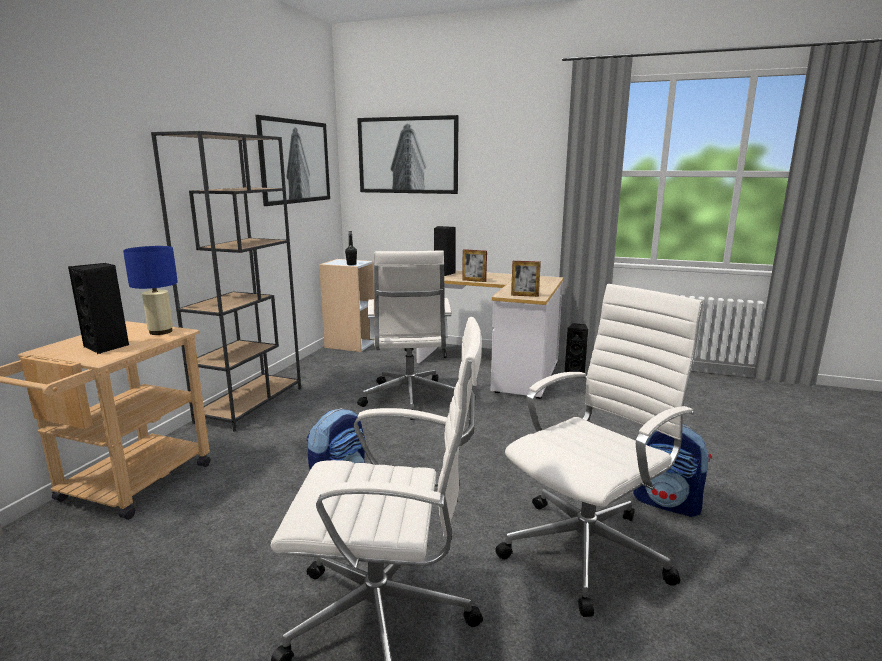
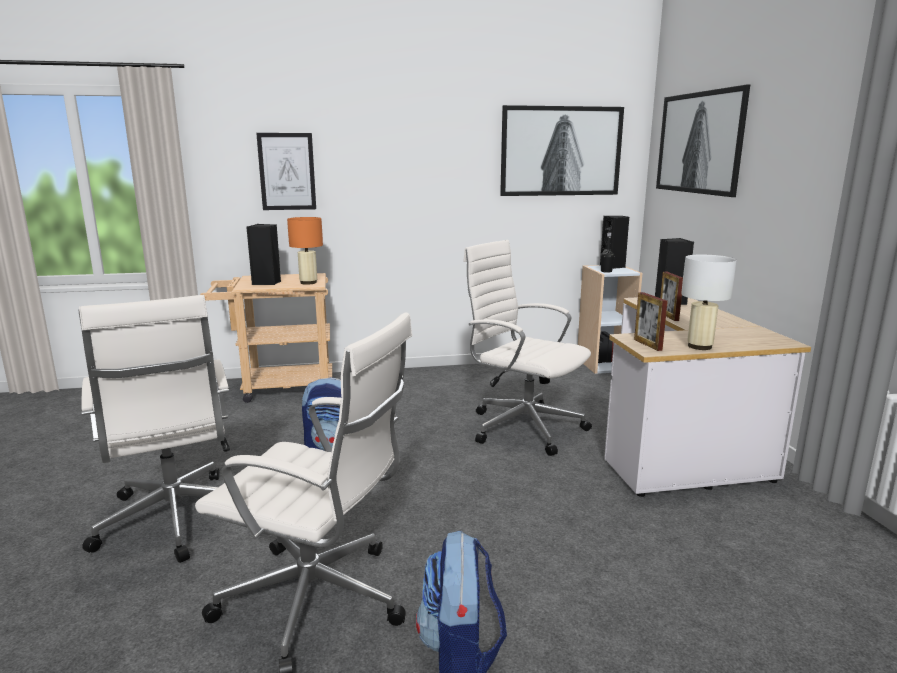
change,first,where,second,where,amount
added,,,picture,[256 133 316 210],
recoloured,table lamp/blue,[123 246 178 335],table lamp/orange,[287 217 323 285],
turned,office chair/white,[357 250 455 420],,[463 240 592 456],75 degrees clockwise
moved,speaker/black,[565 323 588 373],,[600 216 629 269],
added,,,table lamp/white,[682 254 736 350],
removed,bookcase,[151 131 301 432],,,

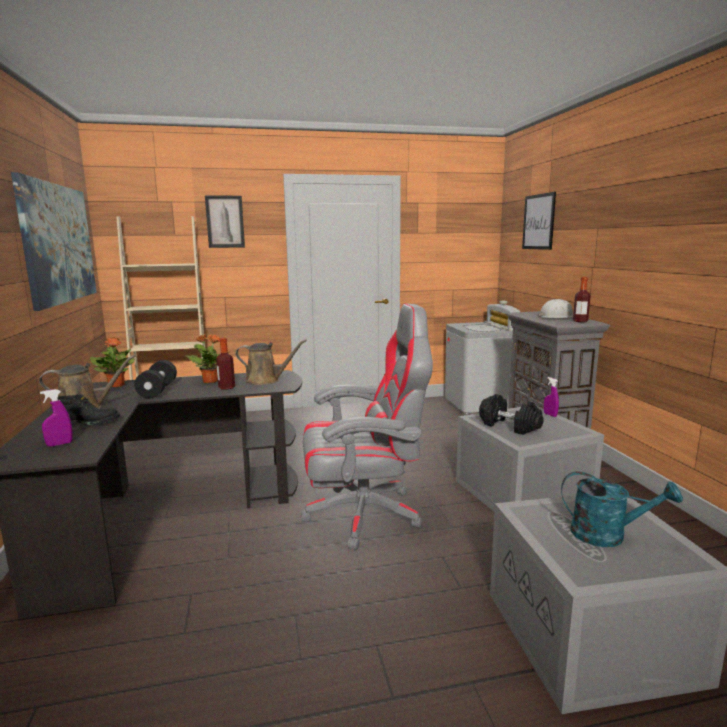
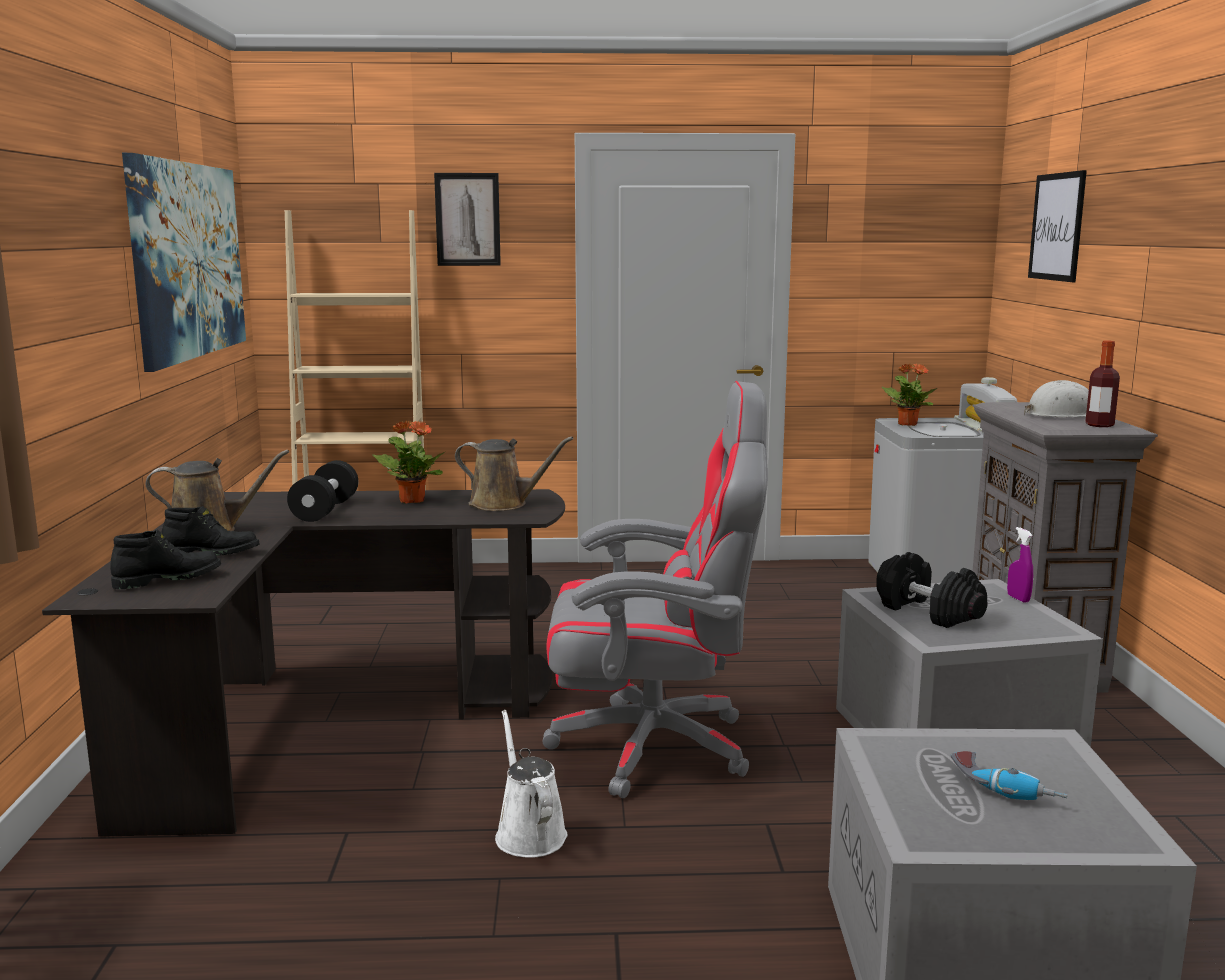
change,first,where,second,where,amount
replaced,spray bottle/purple,[40 389 73 447],boot/black,[110 530 221 589],
added,,,watering can/white,[495 710 567 858],
moved,potted plant,[90 337 135 387],,[882 364 937 426],
replaced,watering can/turquoise,[561 471 683 547],power drill,[951 751 1067 800],
removed,bottle,[216 338 235 390],,,

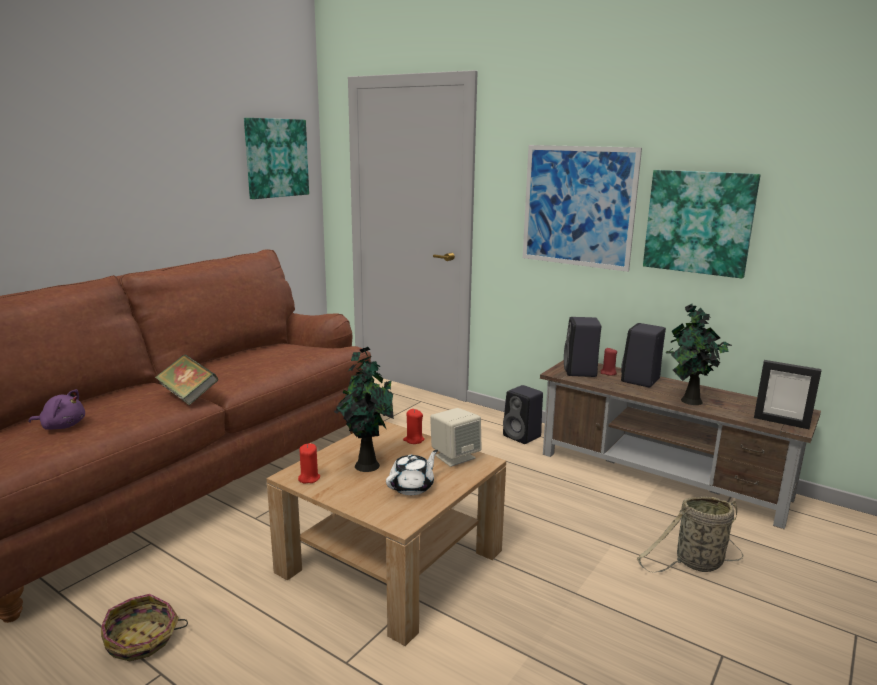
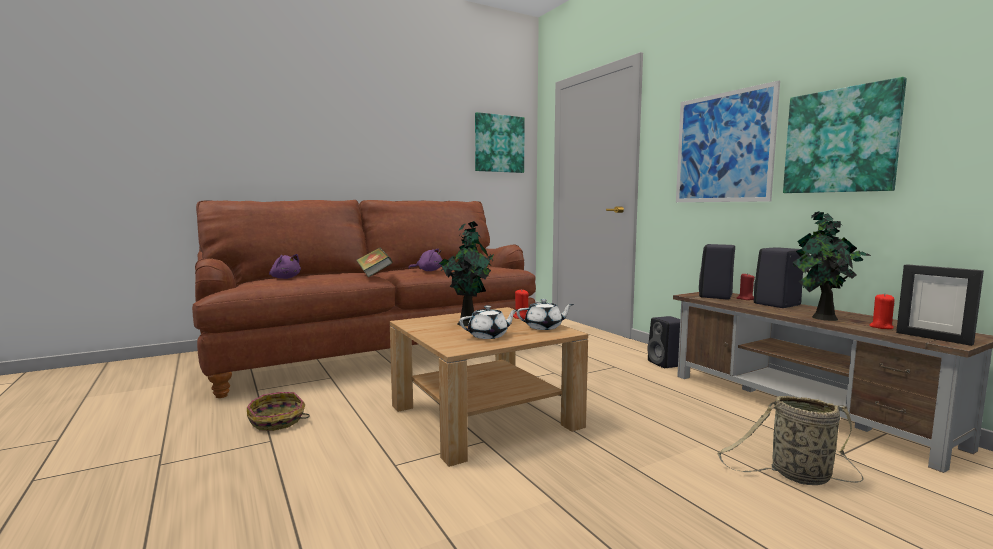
change,first,where,second,where,amount
added,,,plush toy/purple,[408 249 442 271],
replaced,speaker/beige,[430 408 482 467],teapot/white,[517 299 574 330],
moved,candle/red,[298 443 320 483],,[869 293 895 329],

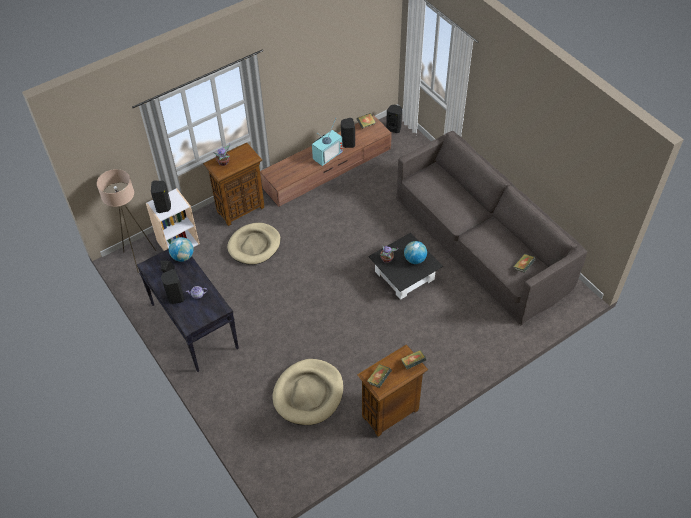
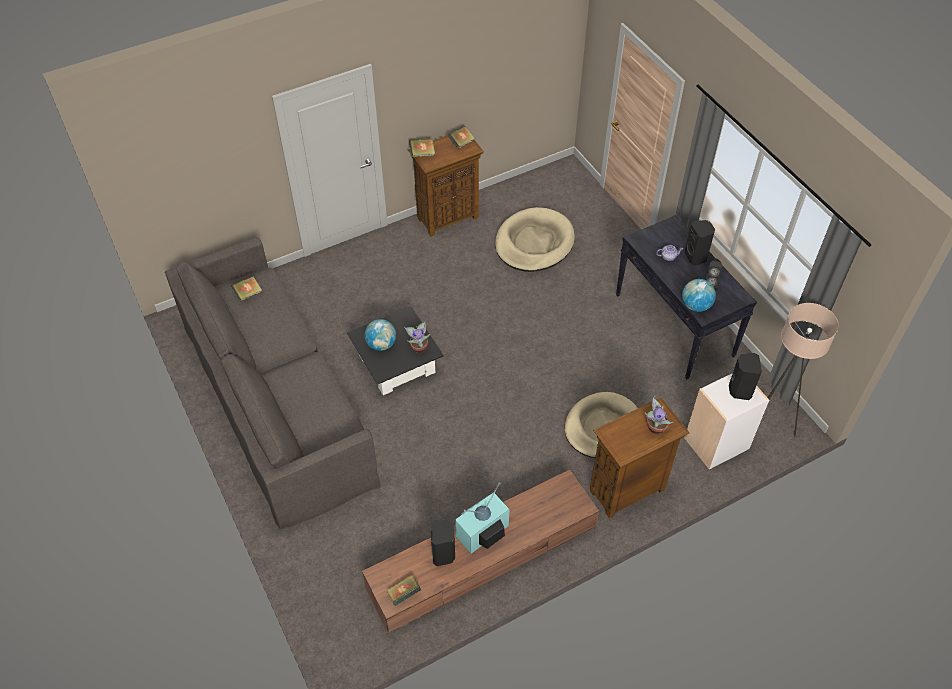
change,first,where,second,where,amount
removed,speaker/black,[386 105 402 133],,,

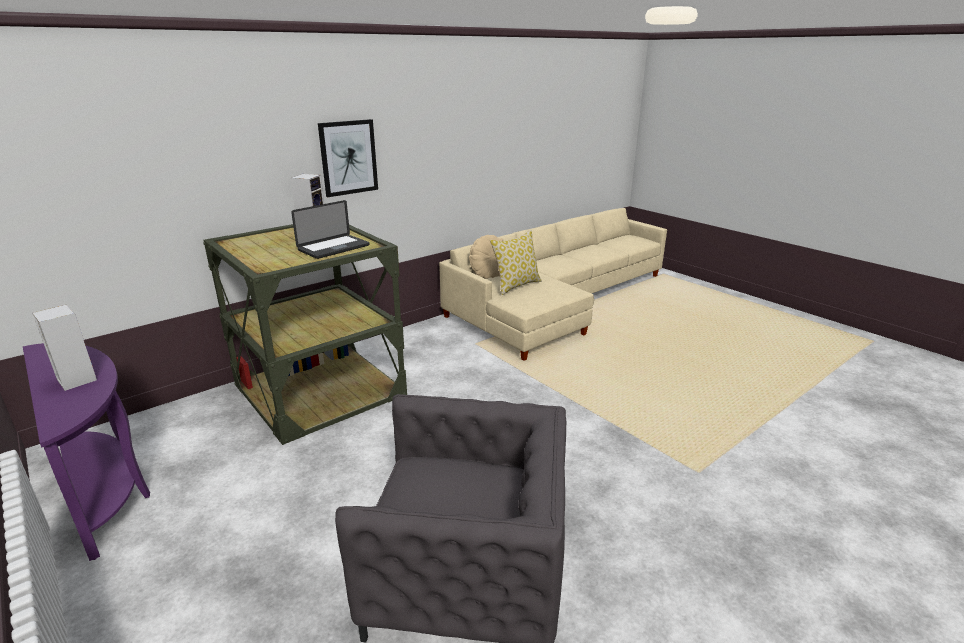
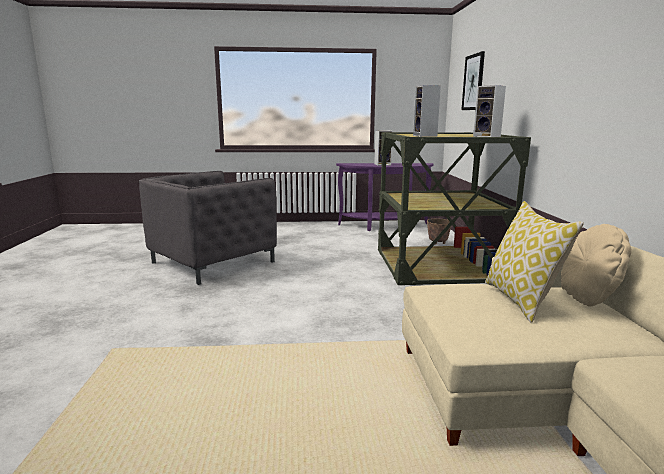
change,first,where,second,where,amount
replaced,laptop,[291 200 370 259],speaker,[413 85 441 137],
added,,,planter,[427 219 451 245],
moved,picture,[318 119 378 197],,[461 51 485 110],

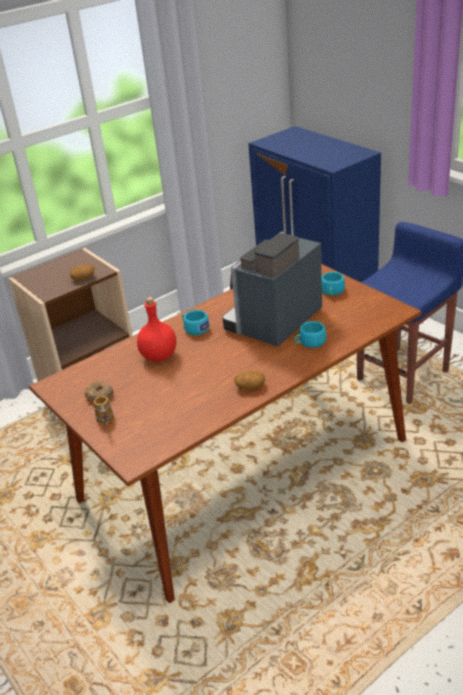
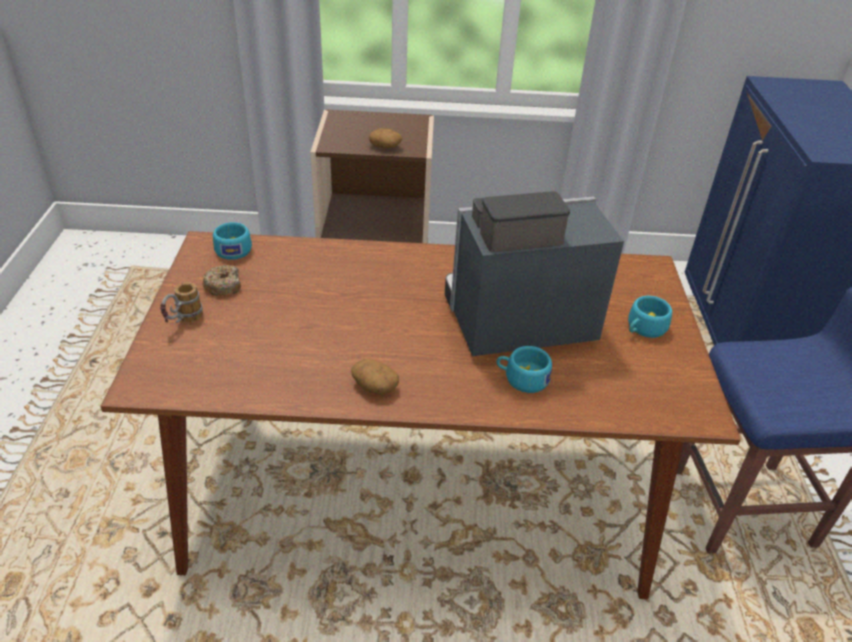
change,first,where,second,where,amount
moved,cup/turquoise,[182 310 210 335],,[213 222 252 260],
removed,bottle/red,[137 297 176 362],,,

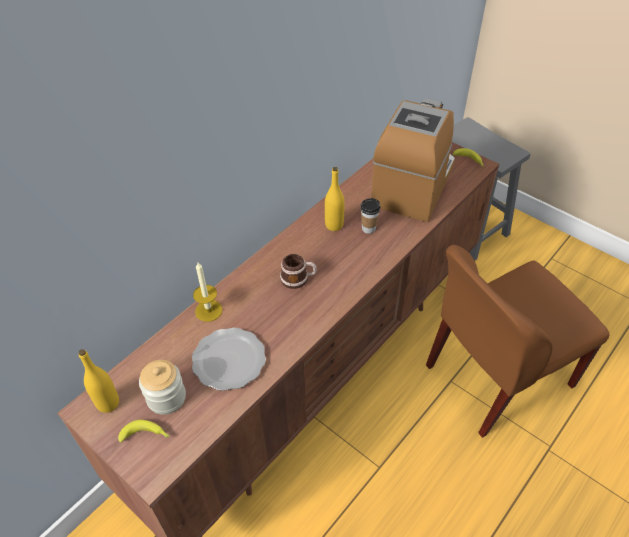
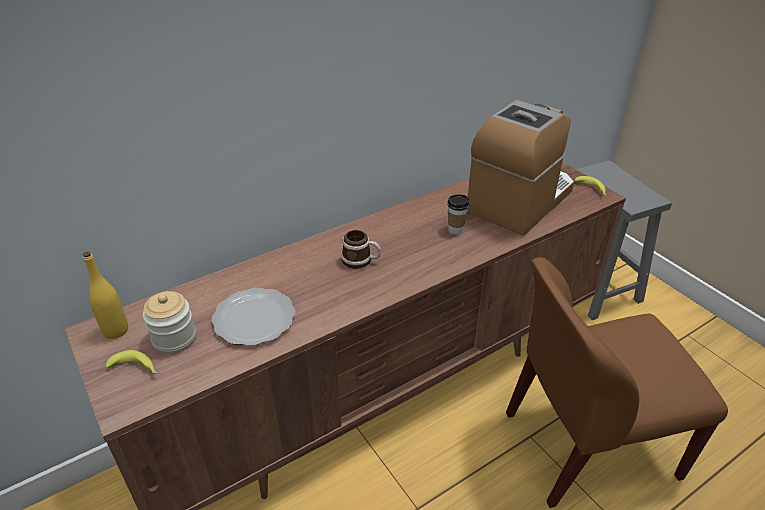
change,first,where,second,where,amount
removed,candle,[193 262 223 322],,,
removed,bottle/yellow,[325 167 345 231],,,

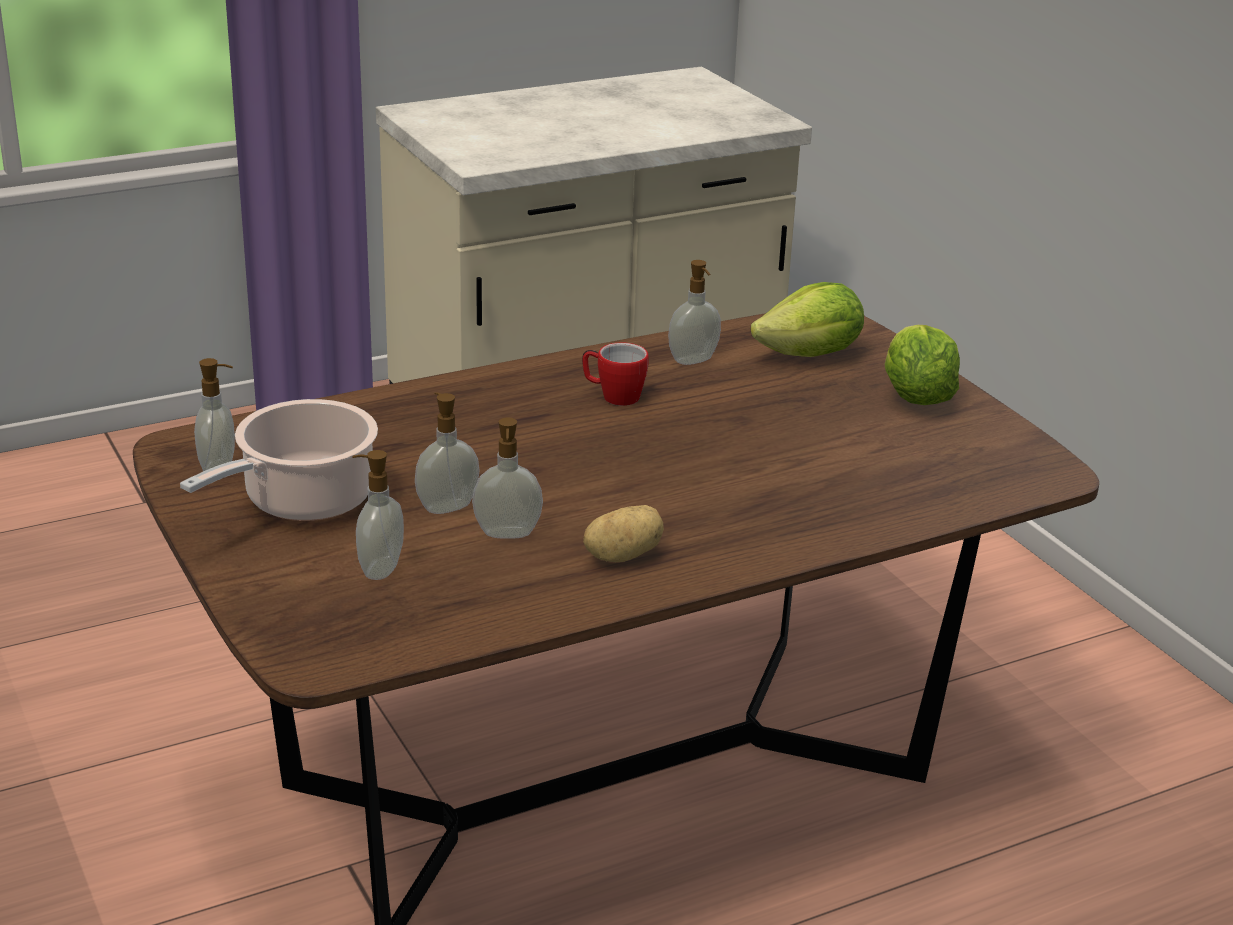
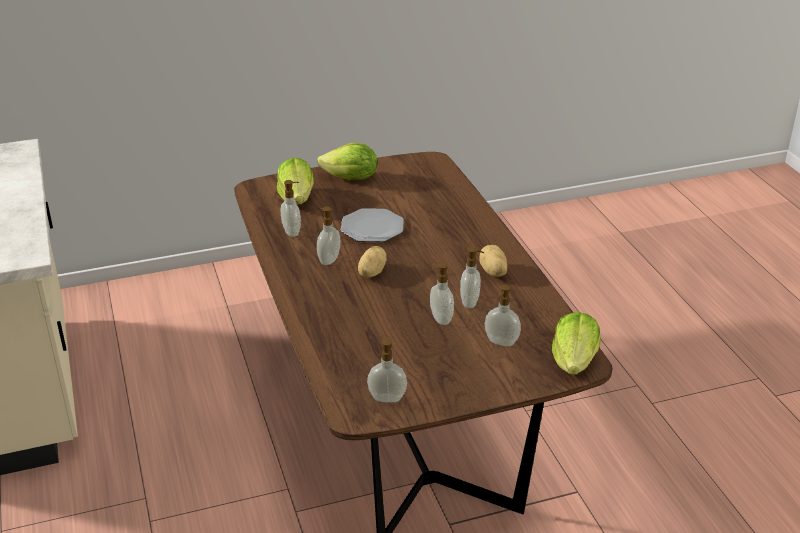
change,first,where,second,where,amount
replaced,mug,[582 342 649 406],soap dispenser,[317 207 340 265],
added,,,plate,[341 208 404 242],
added,,,potato,[358 246 387 278],
added,,,lettuce,[552 312 601 375],
removed,cooking pot,[180 399 378 521],,,

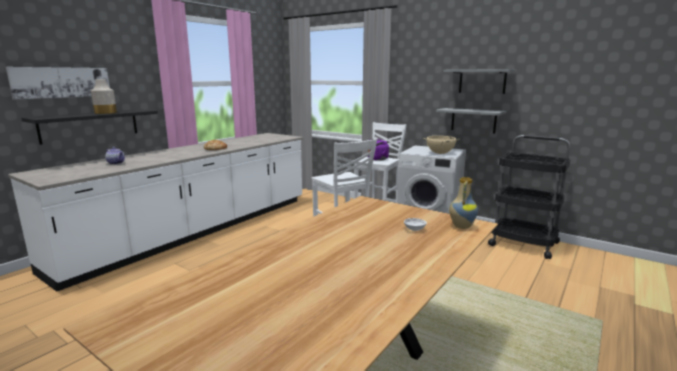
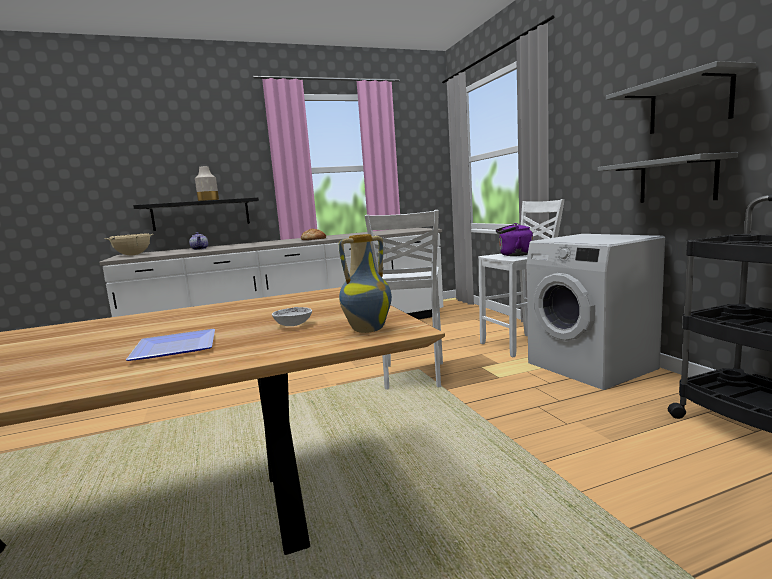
change,first,where,second,where,amount
moved,cooking pot/beige,[423 136 460 154],,[105 233 154 256],
added,,,plate,[126 329 215 361],
removed,picture,[6 67 110 99],,,

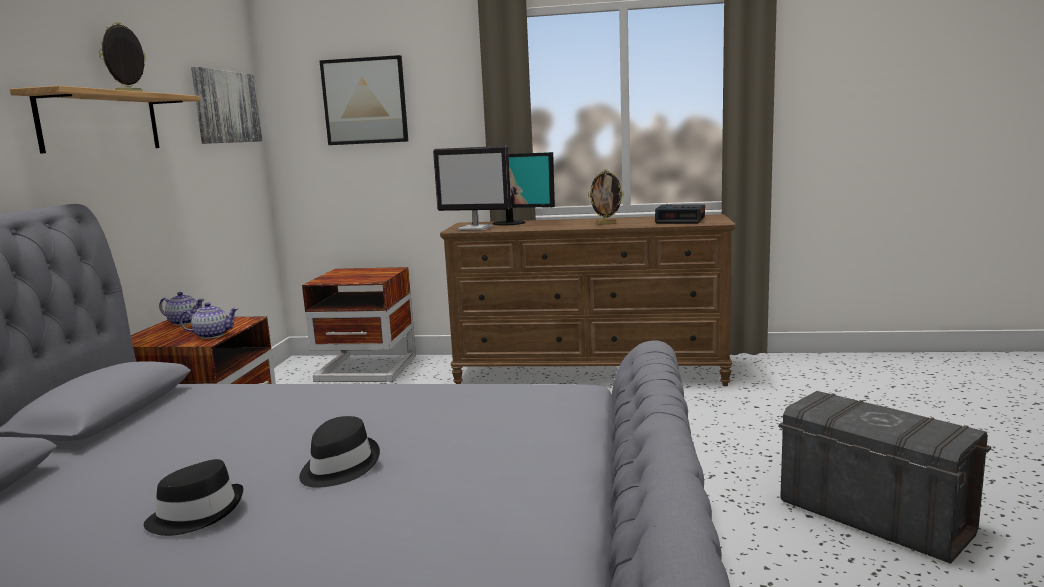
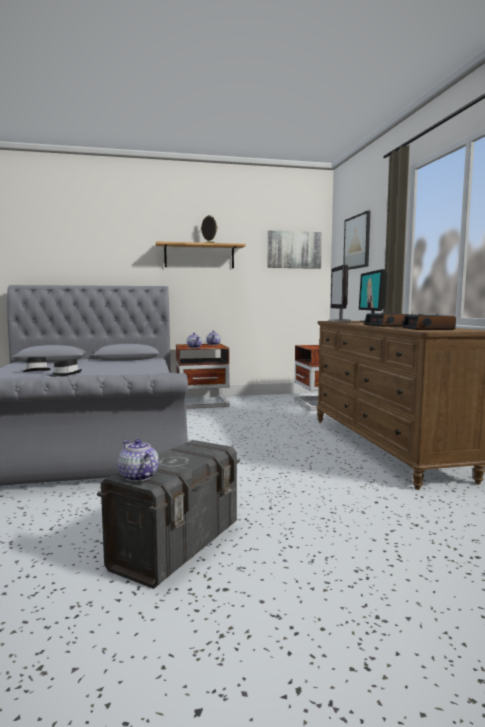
change,first,where,second,where,amount
added,,,teapot,[118 439 159 482],
replaced,picture frame,[588 169 624 225],alarm clock,[364 313 412 327],

